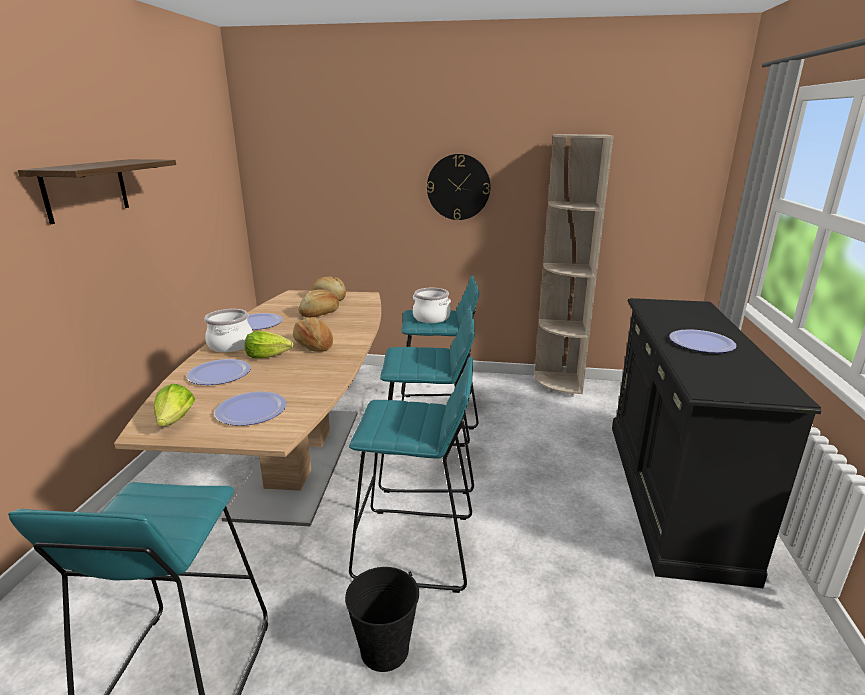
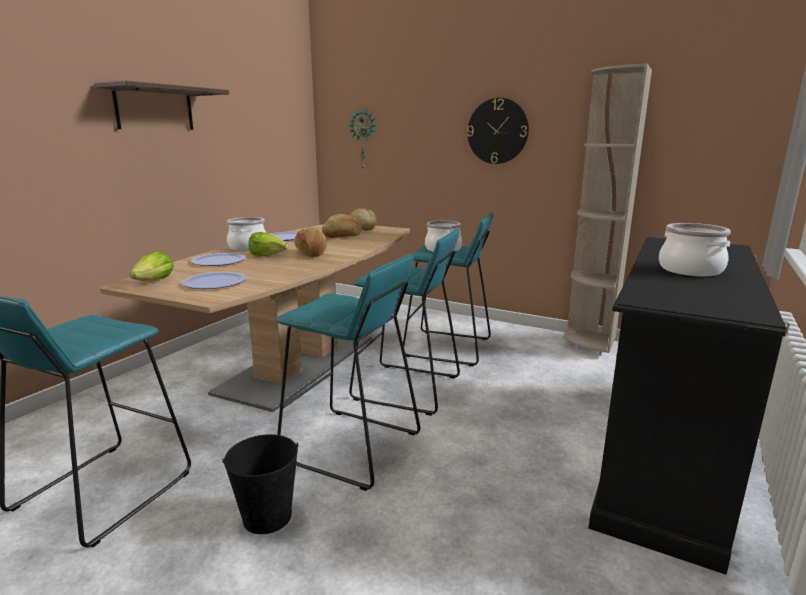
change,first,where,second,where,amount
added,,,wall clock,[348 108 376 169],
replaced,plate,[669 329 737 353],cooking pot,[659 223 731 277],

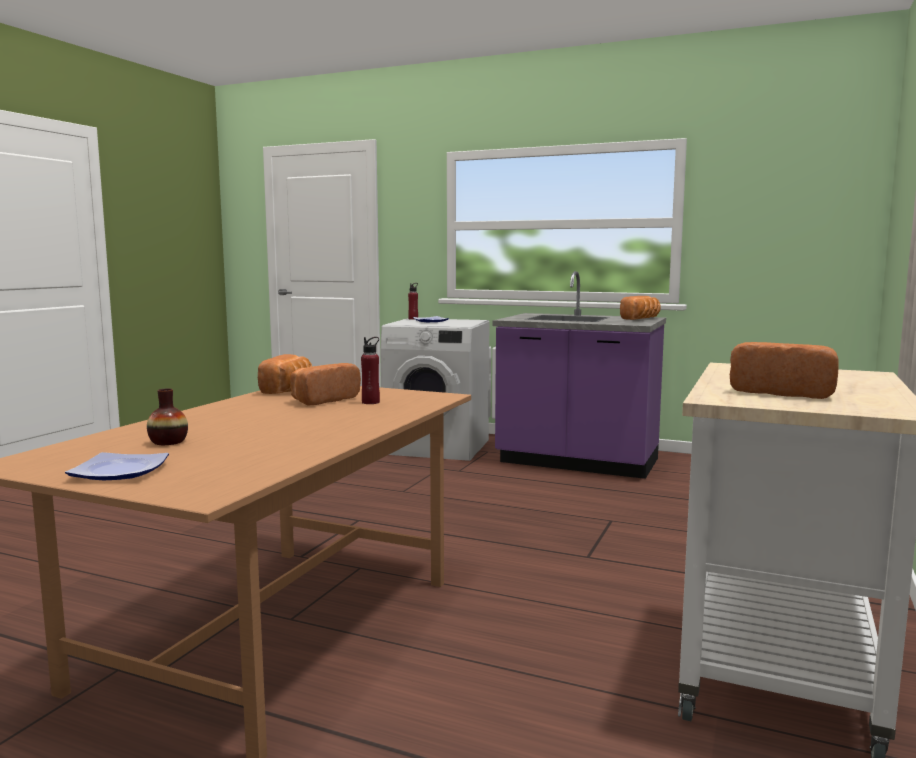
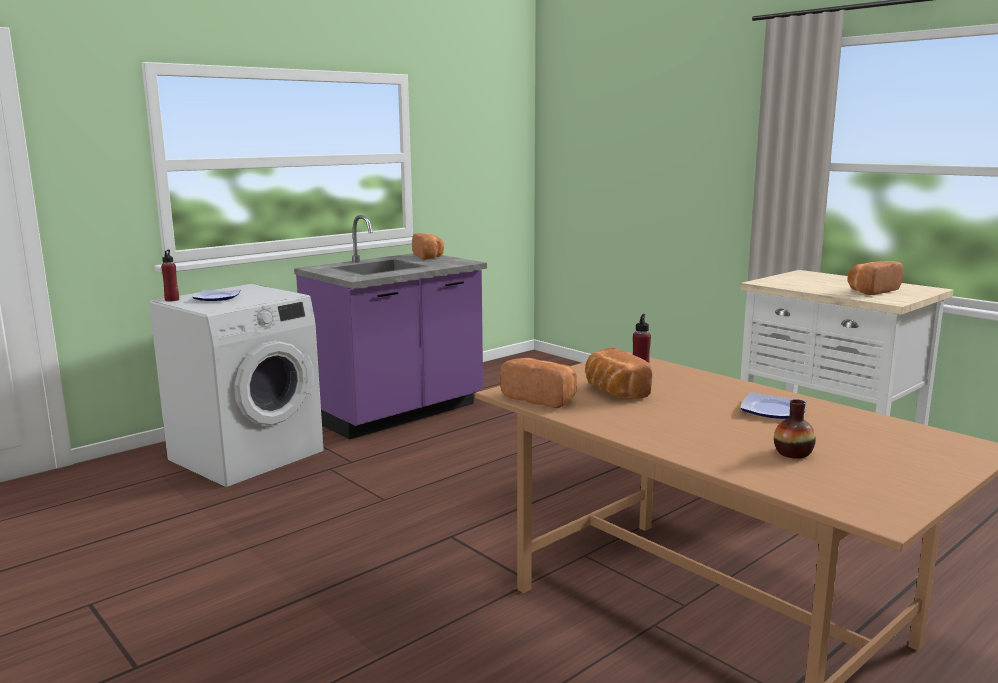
change,first,where,second,where,amount
moved,plate,[65 452 169 480],,[740 392 806 419],

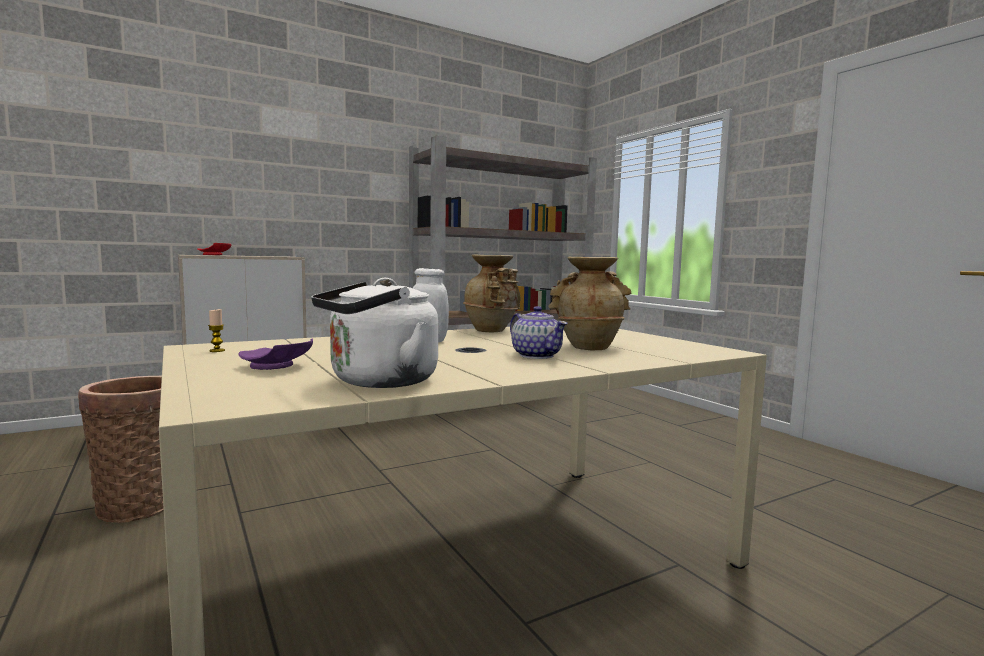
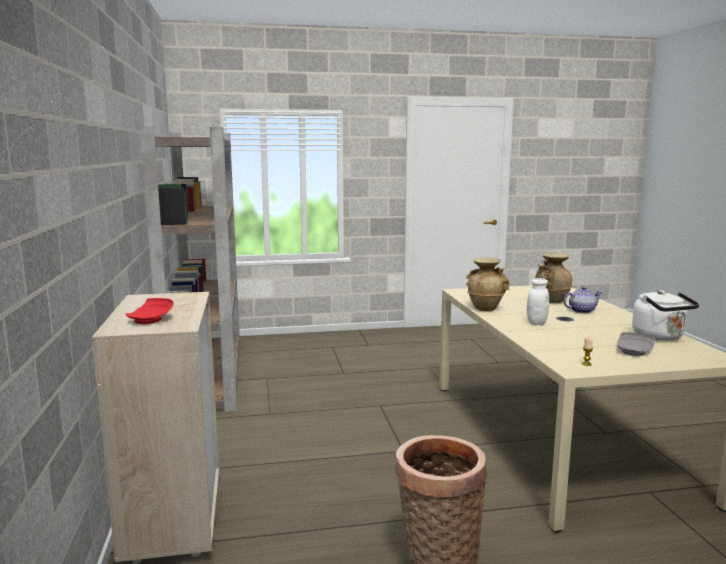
change,first,where,second,where,amount
recoloured,plate/purple,[238 339 313 370],plate/grey,[617 332 655 356],

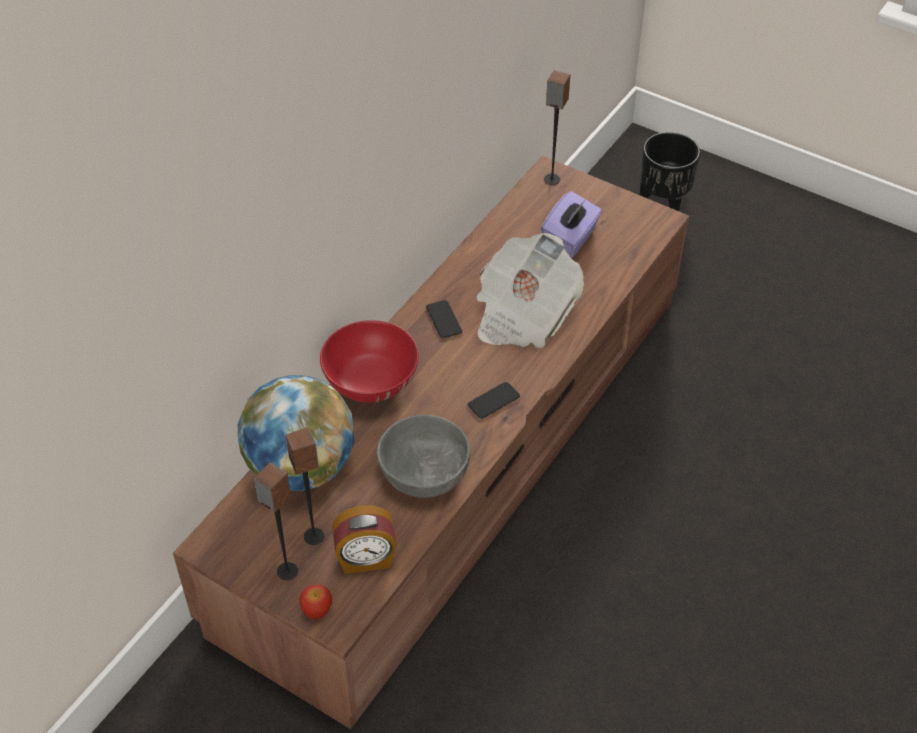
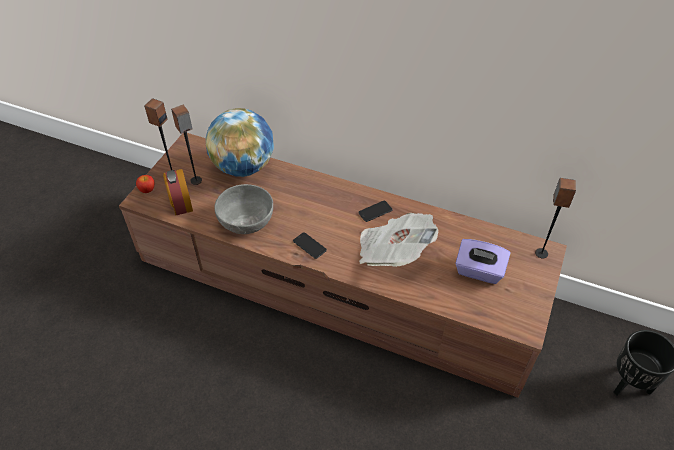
change,first,where,second,where,amount
removed,bowl/red,[320 320 419 403],,,

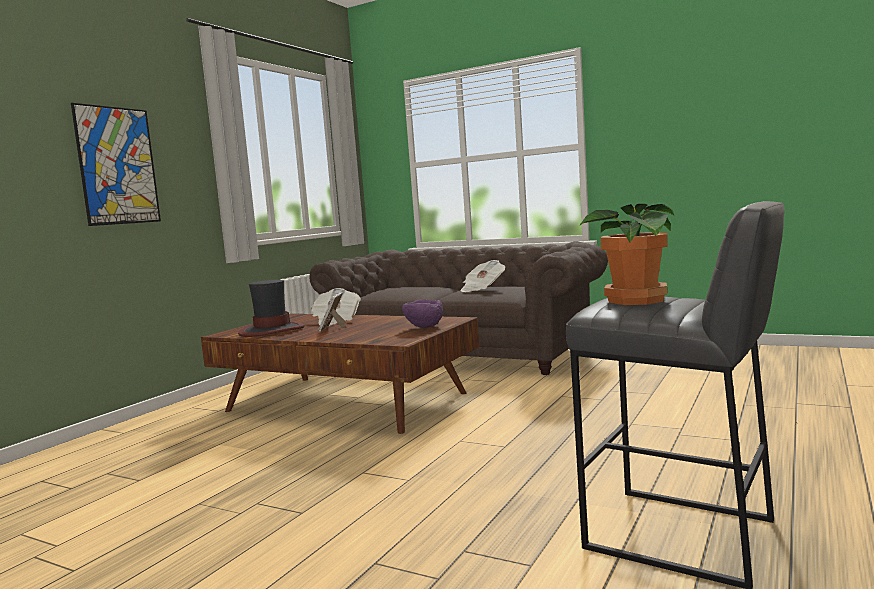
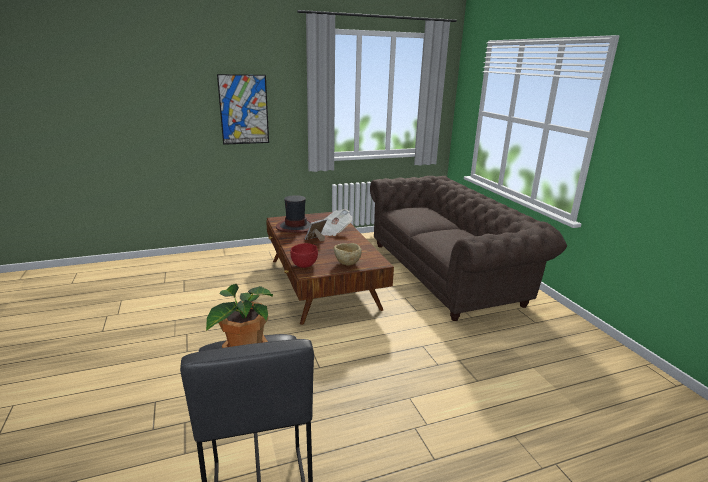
change,first,where,second,where,amount
added,,,bowl/red,[290 243 318 268],
recoloured,bowl/purple,[402 299 443 328],bowl/beige,[334 243 362 266],
removed,newspaper,[460 260 505 292],,,

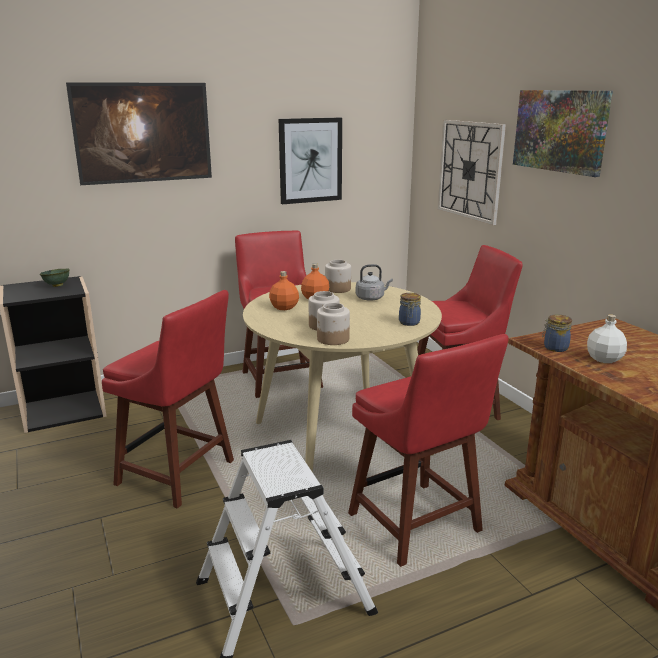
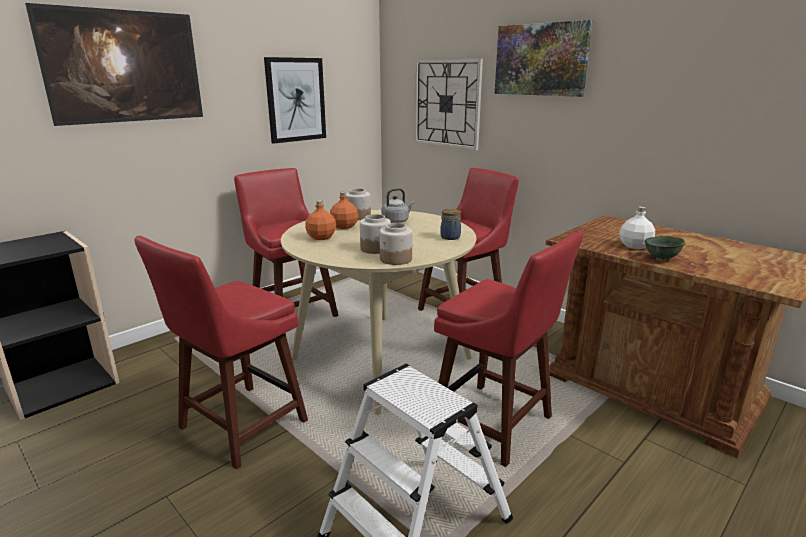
change,first,where,second,where,amount
turned,chair/red,[102 290 234 509],,[135 236 308 470],120 degrees clockwise
moved,bowl/green,[40 269 70 287],,[645 236 685 261],
removed,jar,[542 315 572 352],,,

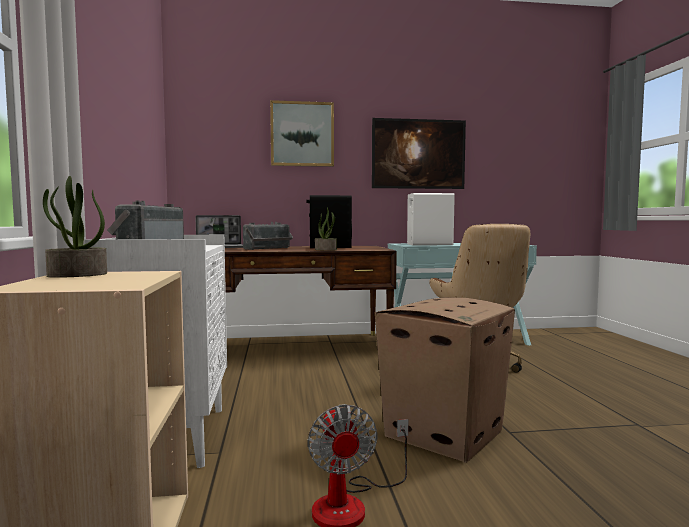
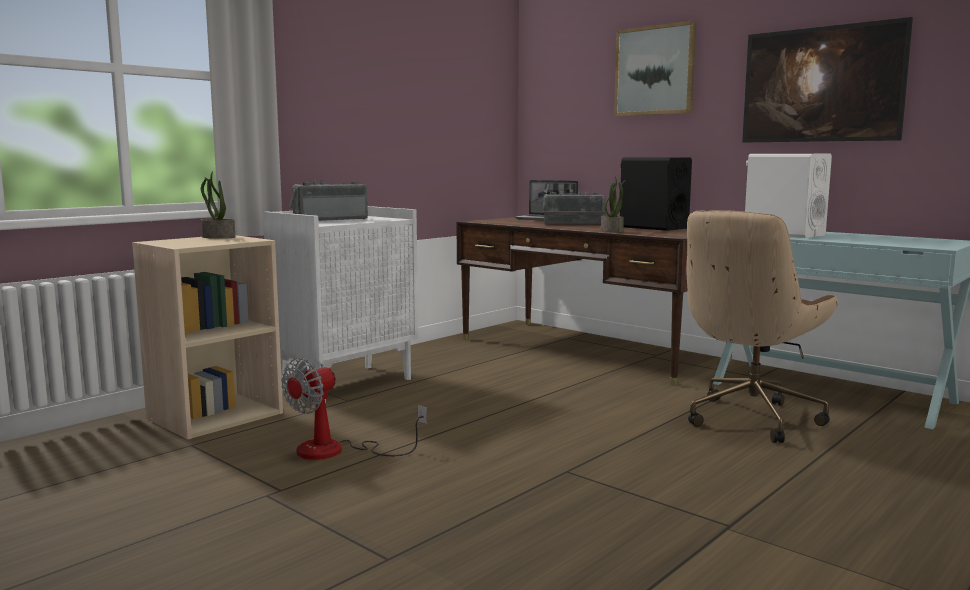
change,first,where,second,where,amount
removed,cardboard box,[375 297 515 463],,,

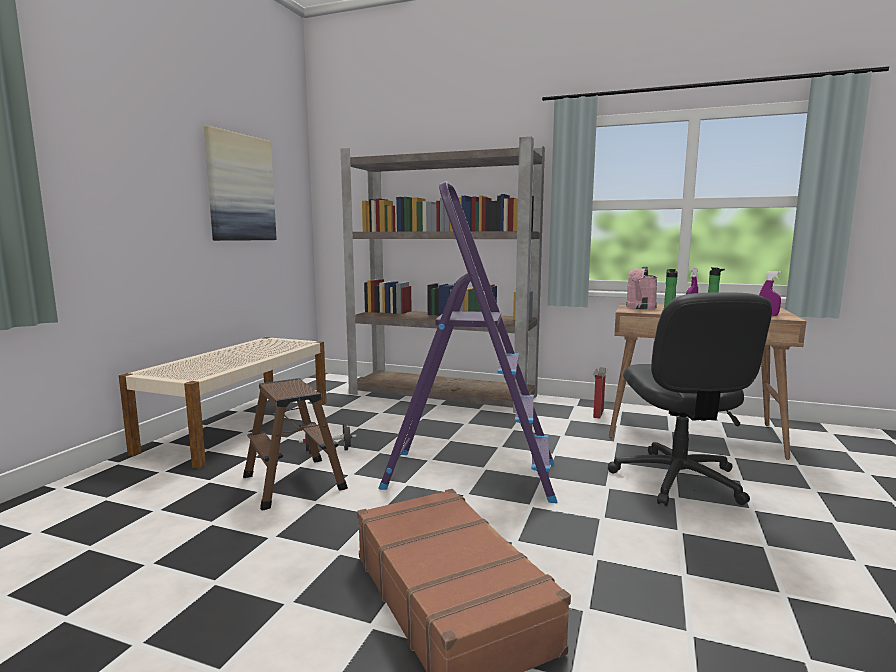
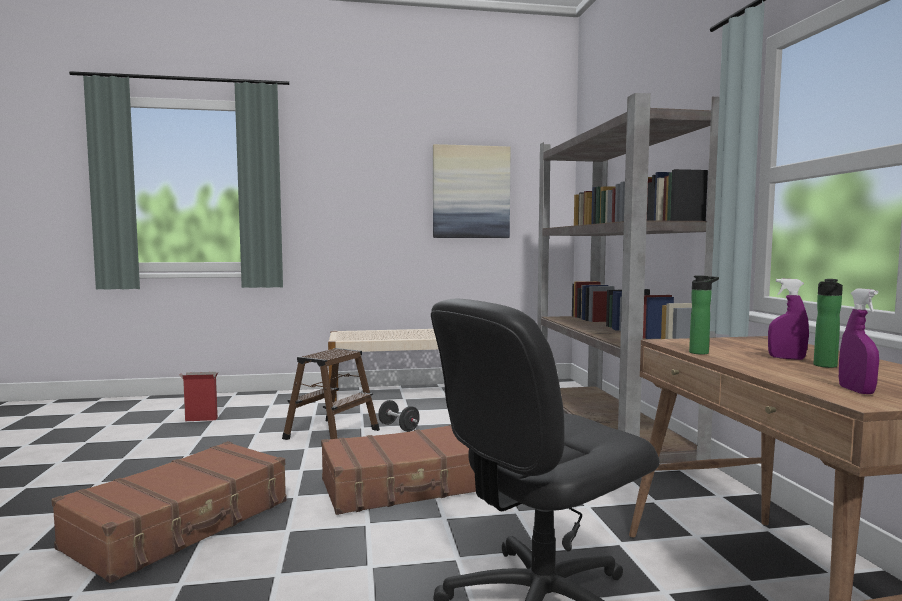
change,first,where,second,where,amount
moved,cardboard box,[593 367 608 418],,[179 372 218 421],
replaced,step ladder/purple,[378 181 557 503],suitcase/brown,[321 425 476 515],
removed,watering can/pink,[626 267 657 309],,,

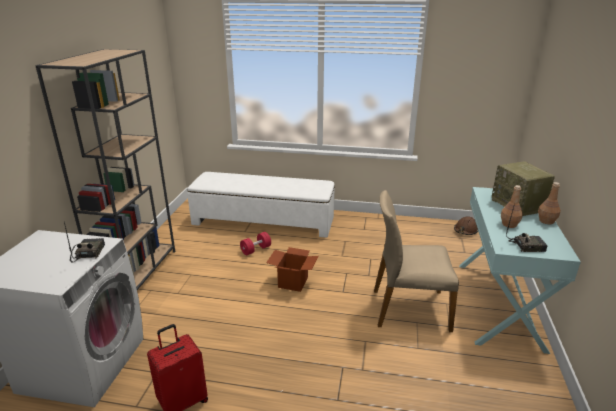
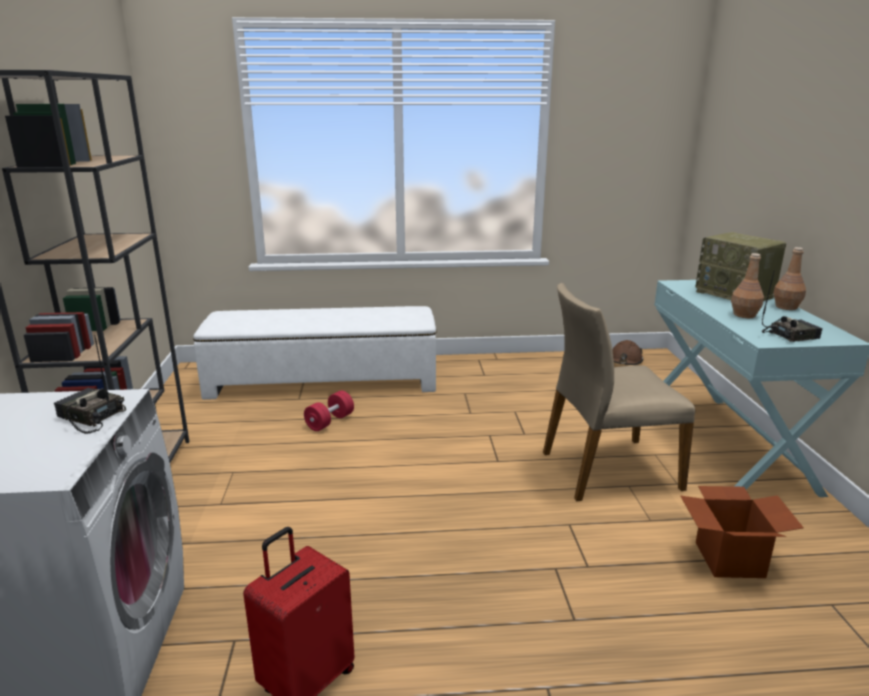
change,first,where,second,where,amount
turned,radio,[64 222 105 263],,[54 335 126 434],45 degrees counterclockwise
moved,cardboard box,[266 247 318 292],,[680 486 804 578],

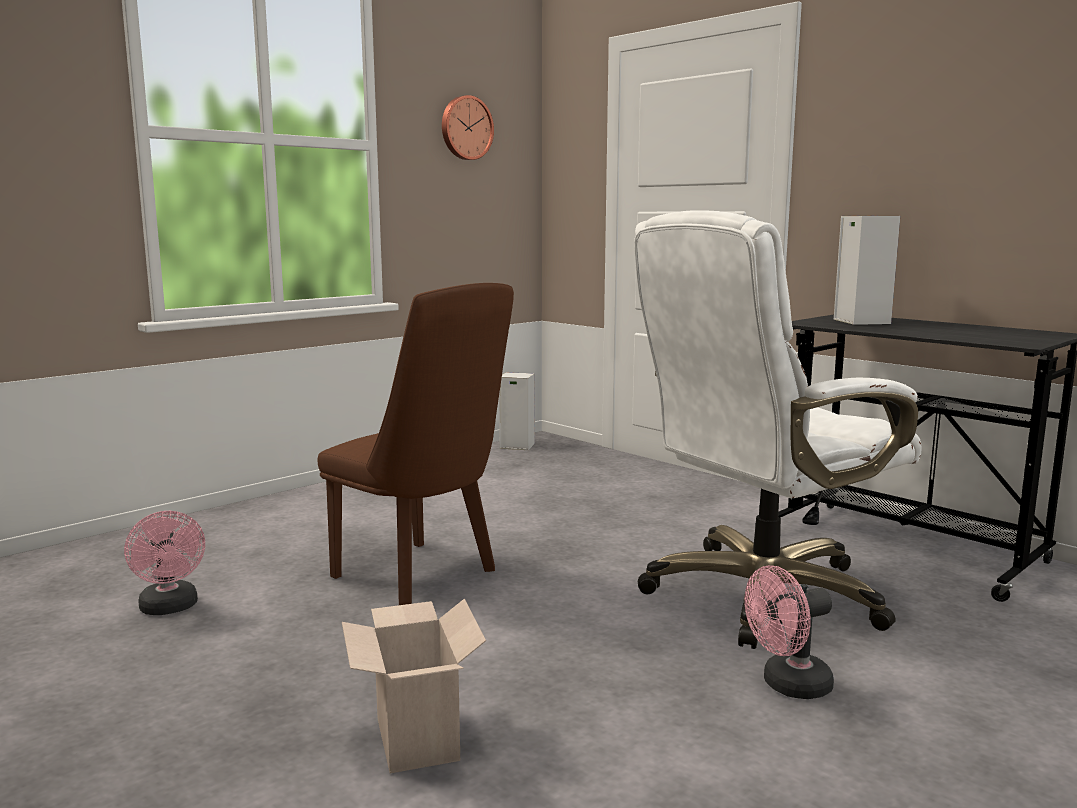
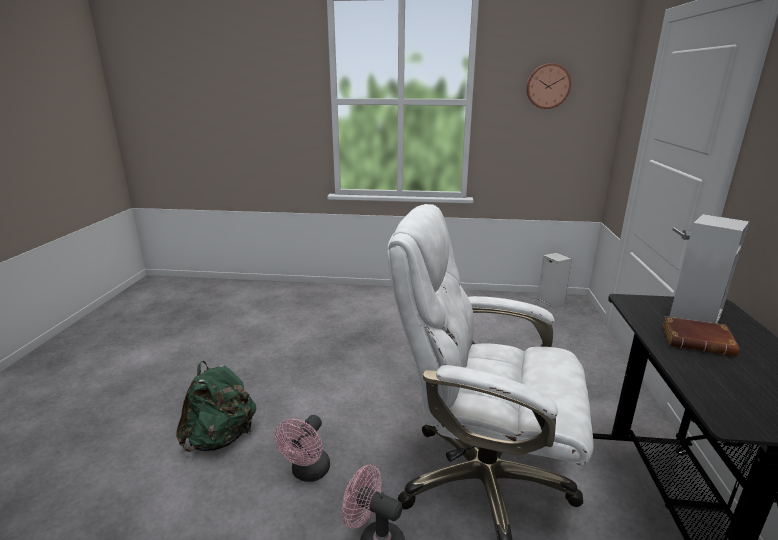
change,first,where,second,where,amount
replaced,cardboard box,[342 599 486 773],backpack/green,[176 361 257 452],
moved,fan/pink,[124 511 205 615],,[275 415 330 482],
added,,,book/brown,[662 316 739 356],
removed,chair/brown,[317 283 514 605],,,

